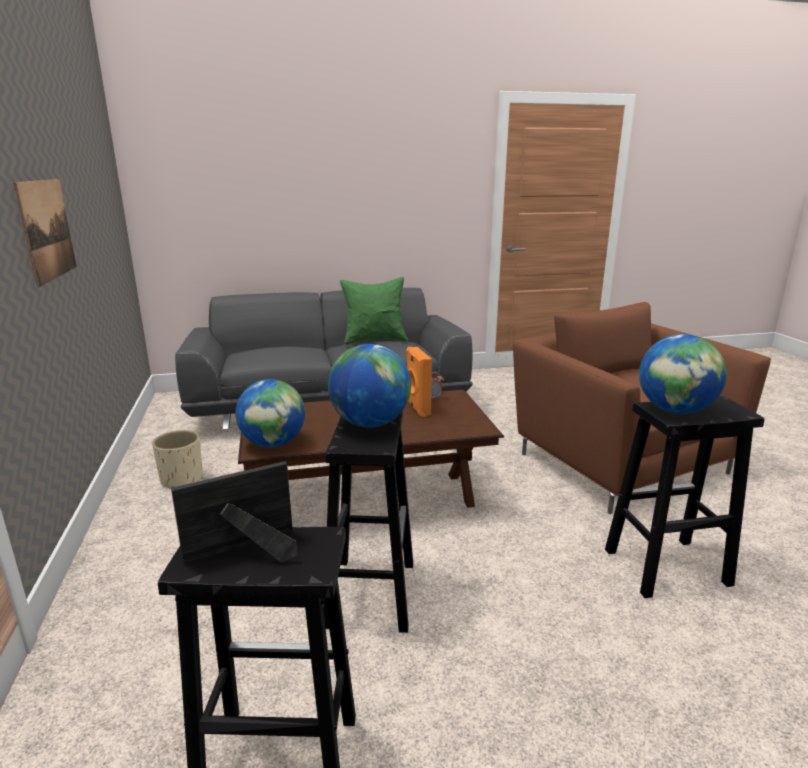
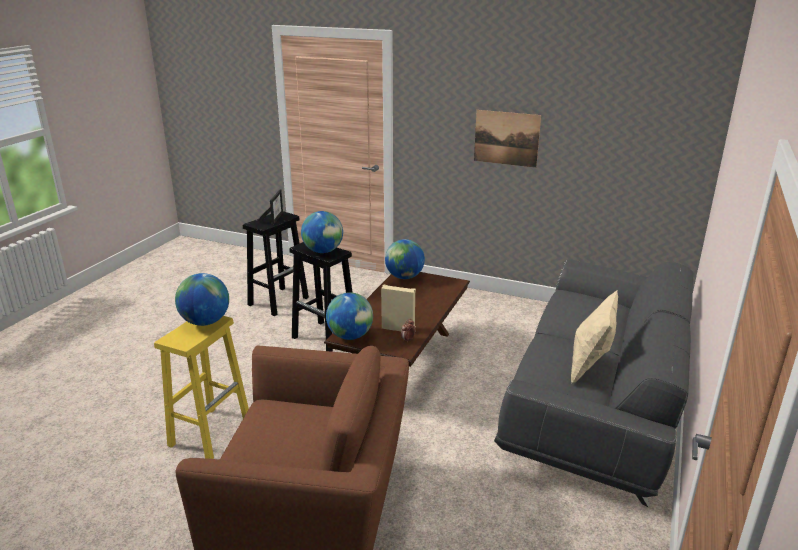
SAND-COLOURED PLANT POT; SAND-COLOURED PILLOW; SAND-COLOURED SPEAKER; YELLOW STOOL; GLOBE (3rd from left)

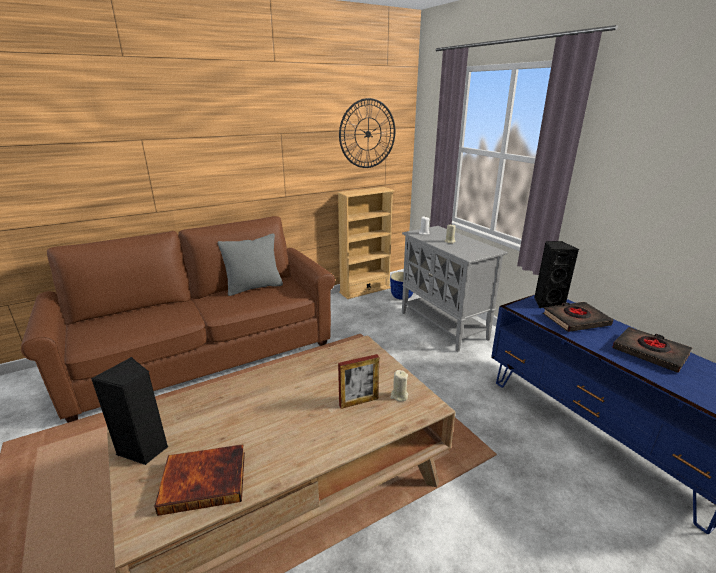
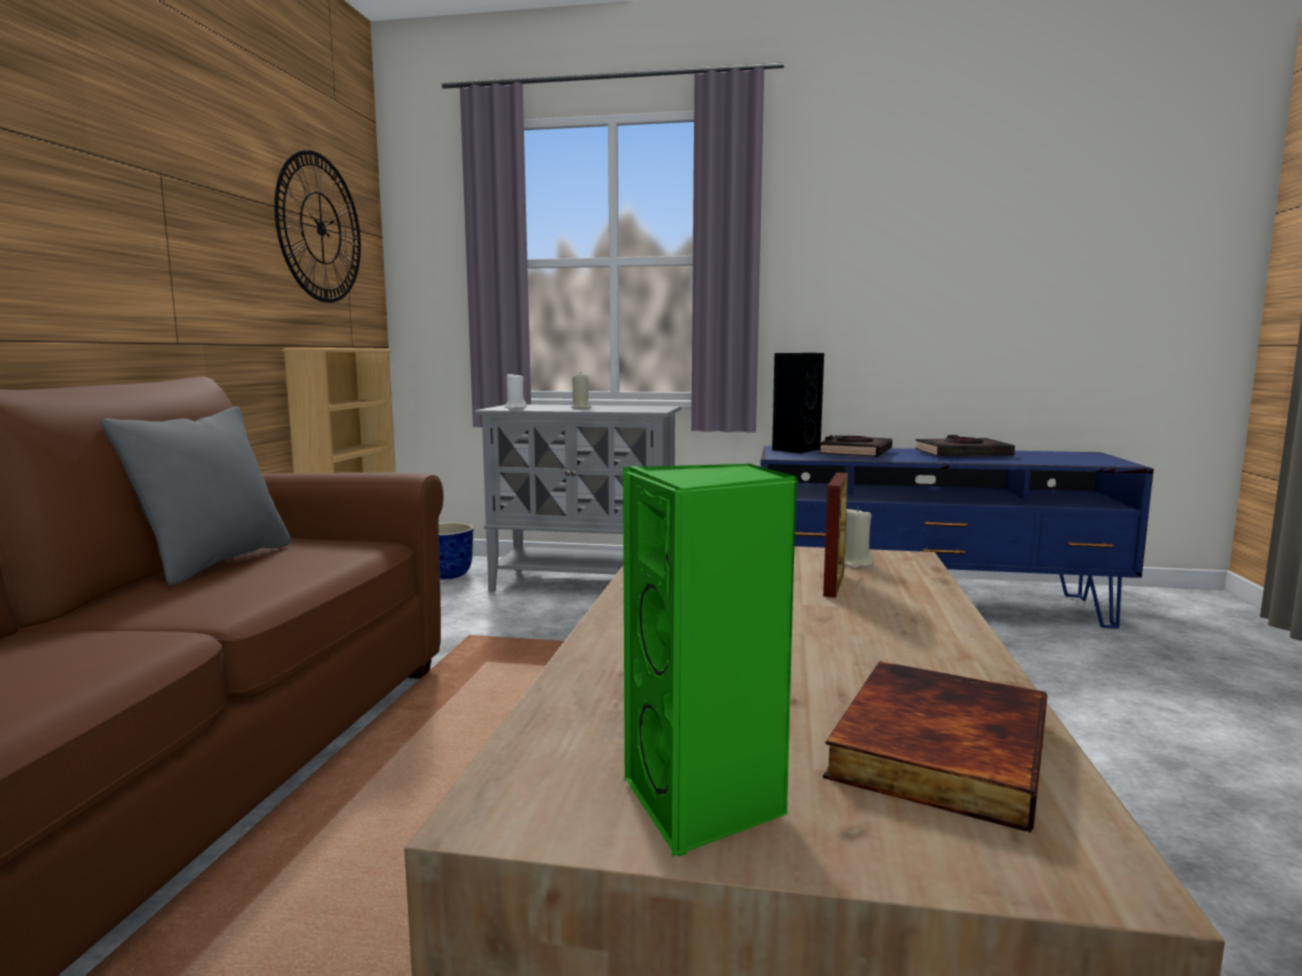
GREEN-COLOURED SPEAKER

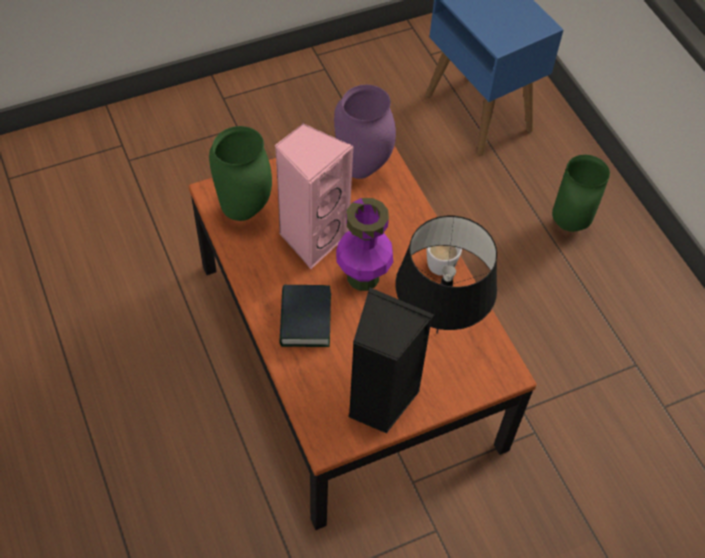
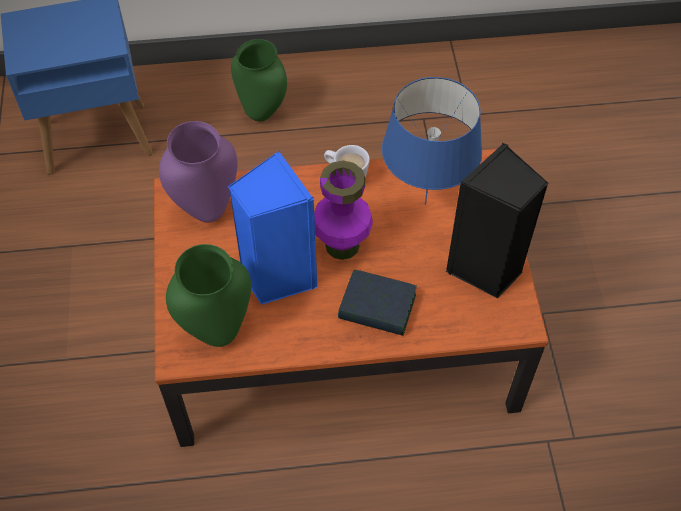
BLUE SPEAKER; BLUE TABLETOP LAMP

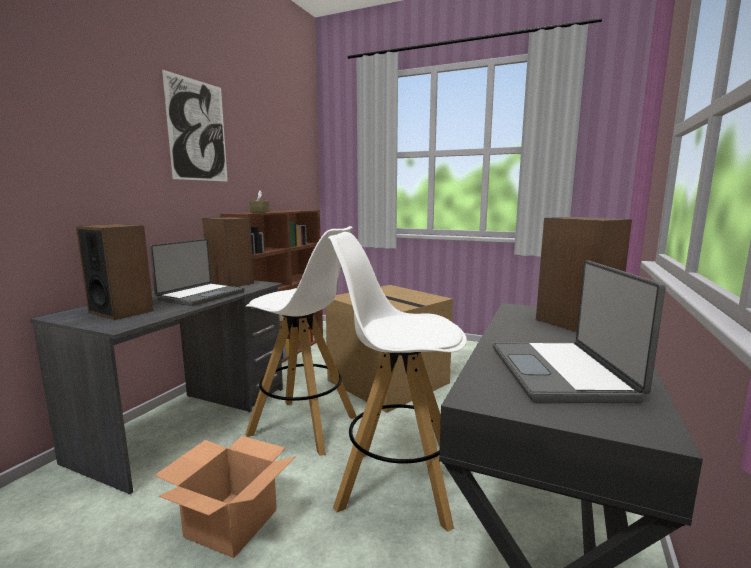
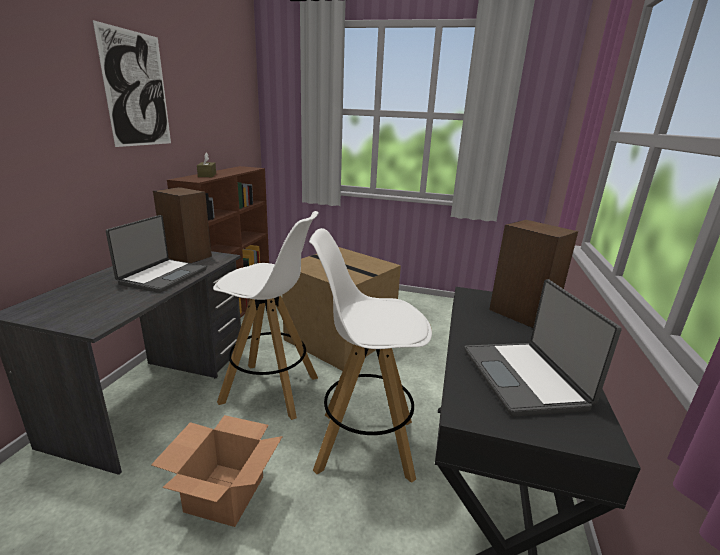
SPEAKER (1st from left in the first image)

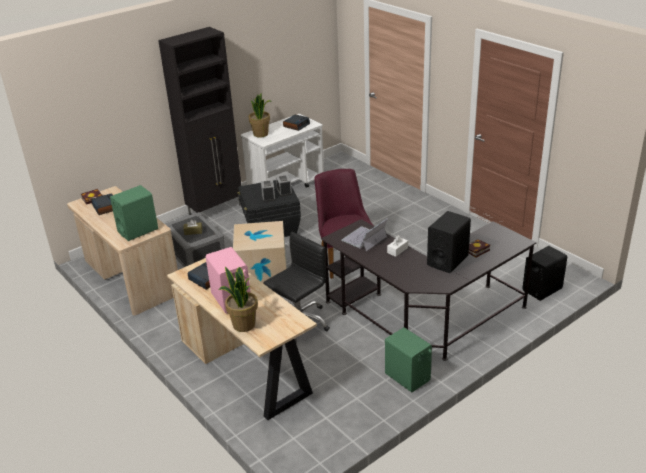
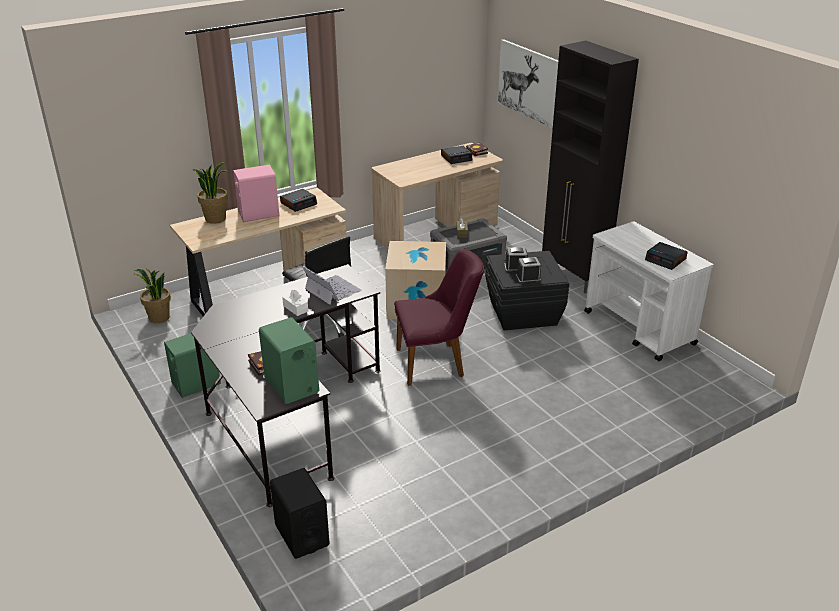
GREEN-COLOURED SPEAKER (2nd from left); HOUSEPLANT (1st from left); BLACK-COLOURED SPEAKER (1st from left in the first image); WALL ART

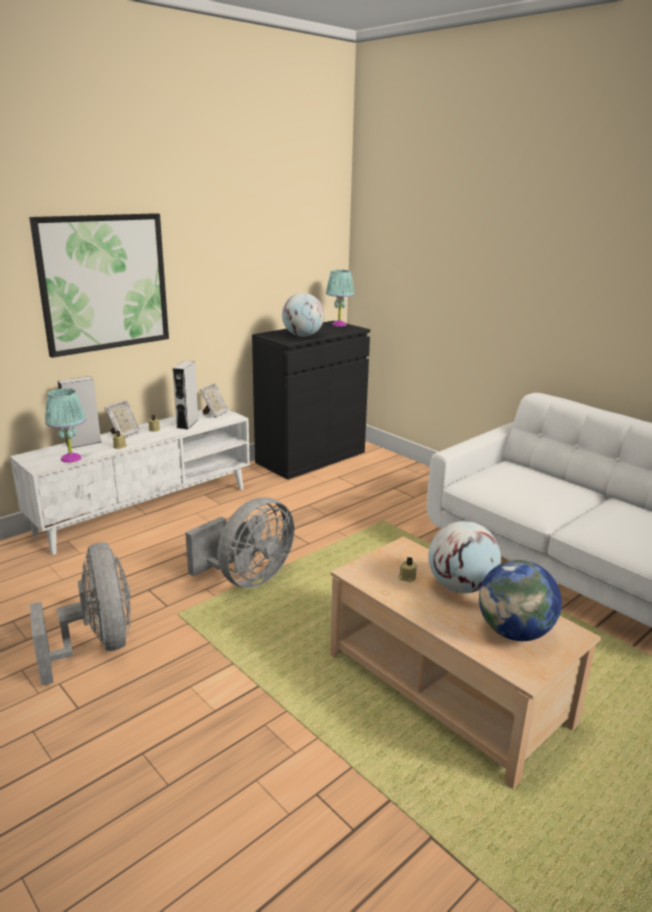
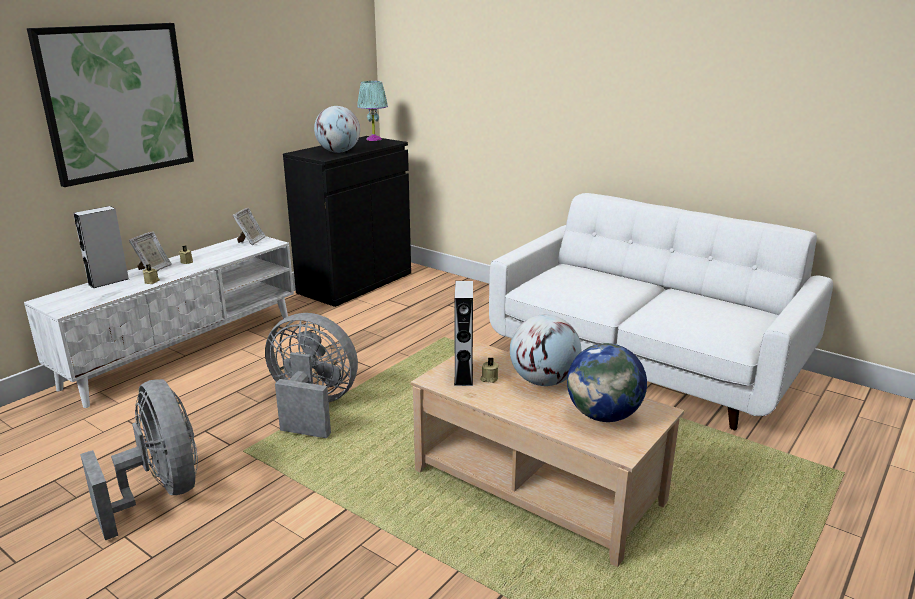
BLUE-GREEN TABLETOP LAMP (1st from left in the first image); GRAY SPEAKER (2nd from left); GRAY ELECTRIC FAN (2nd from left)

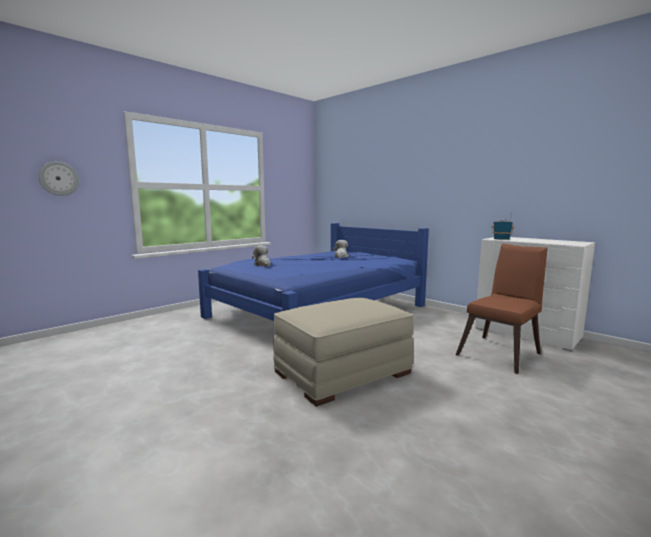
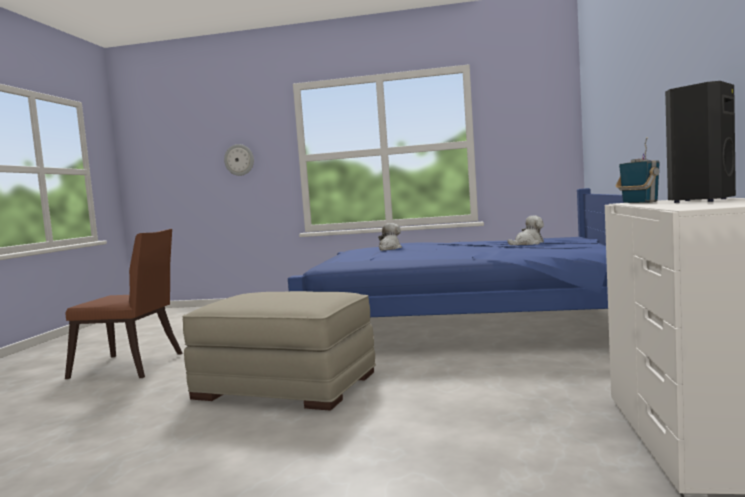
BROWNISH UPRIGHT CHAIR; BLACK-COLOURED SPEAKER

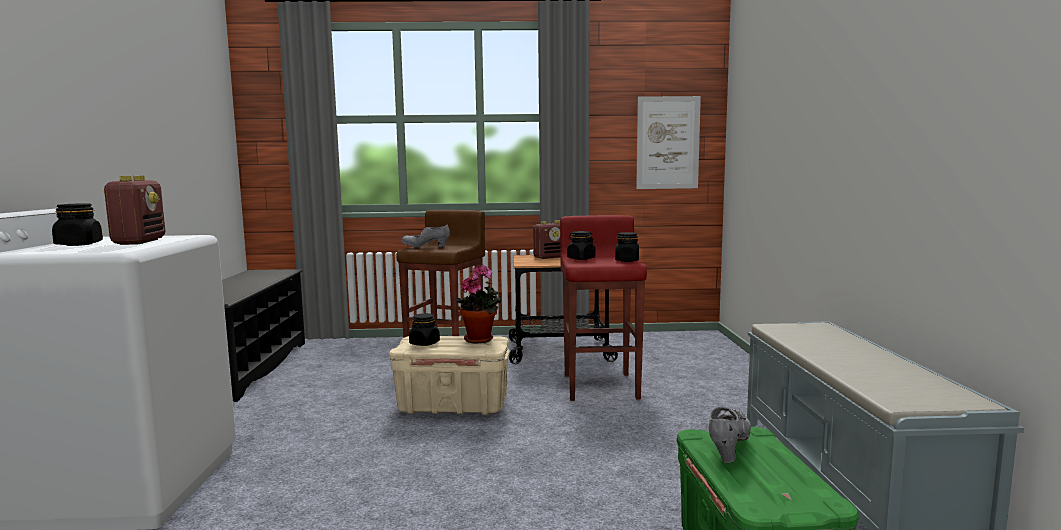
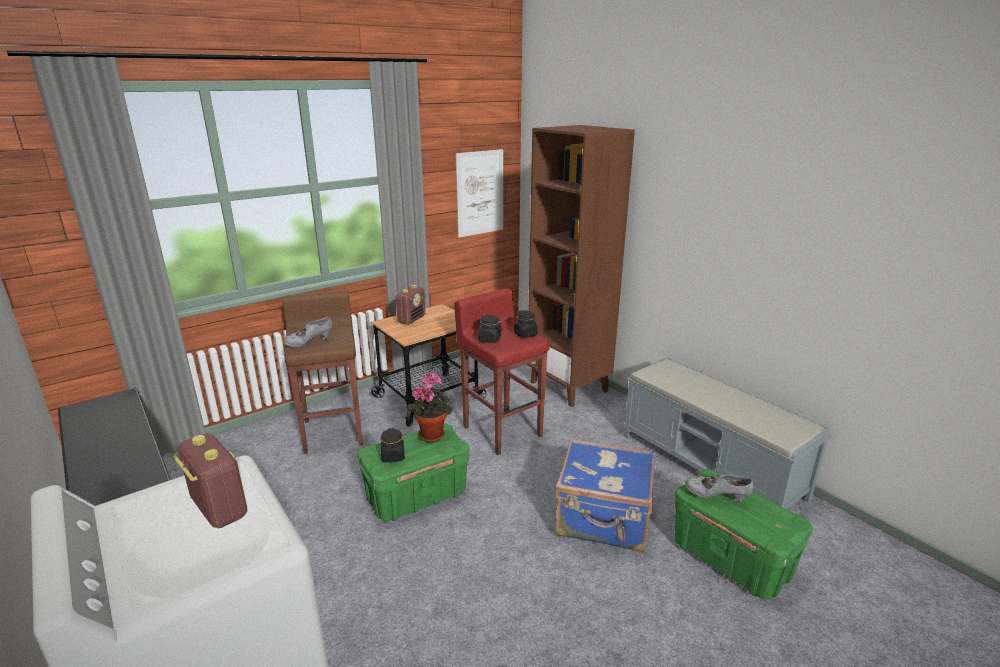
BLACK-COLOURED PRESERVE JAR (1st from left in the first image); GREEN-COLOURED STORAGE CONTAINER (1st from left); GRAY SHOE (2nd from left); BROWNISH BOOKCASE; BLUE SUITCASE

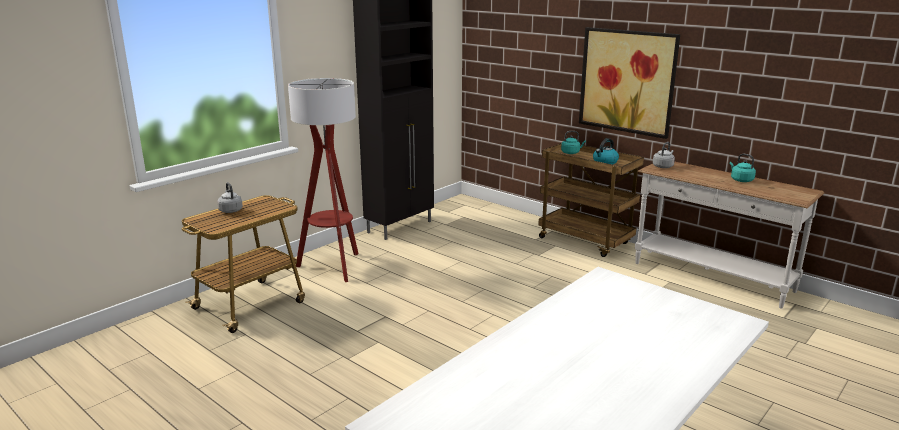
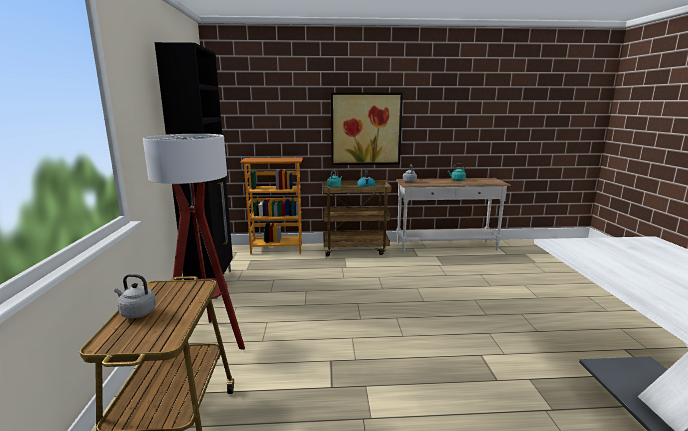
BOOKCASE

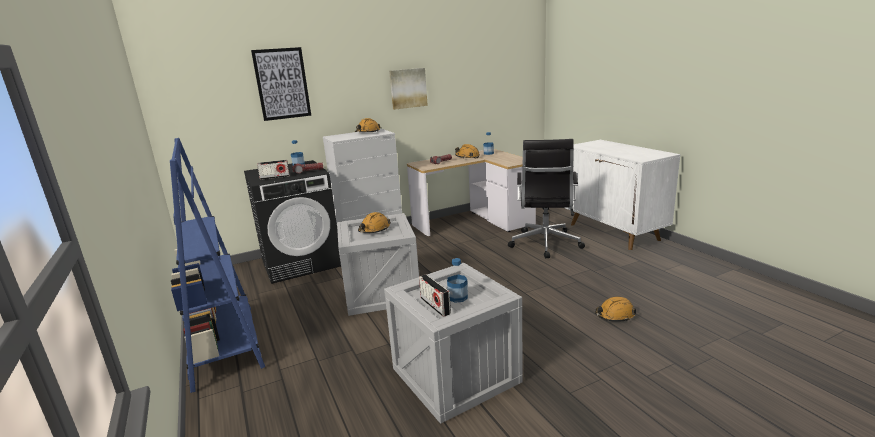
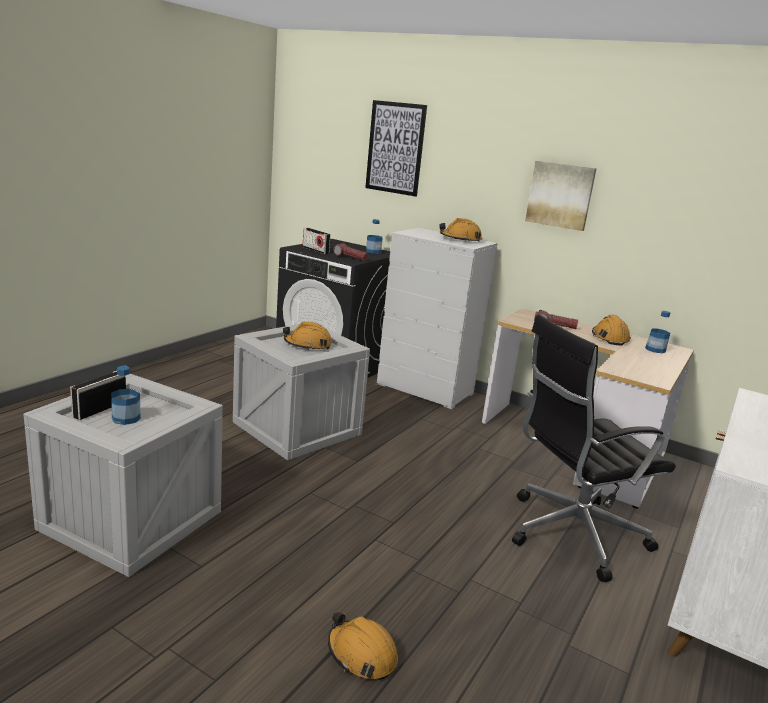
BLUE BOOKCASE

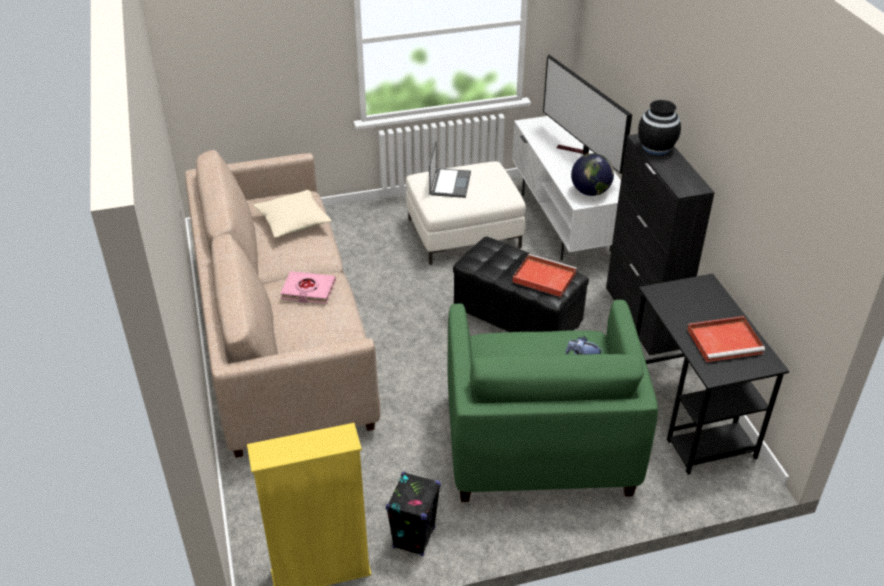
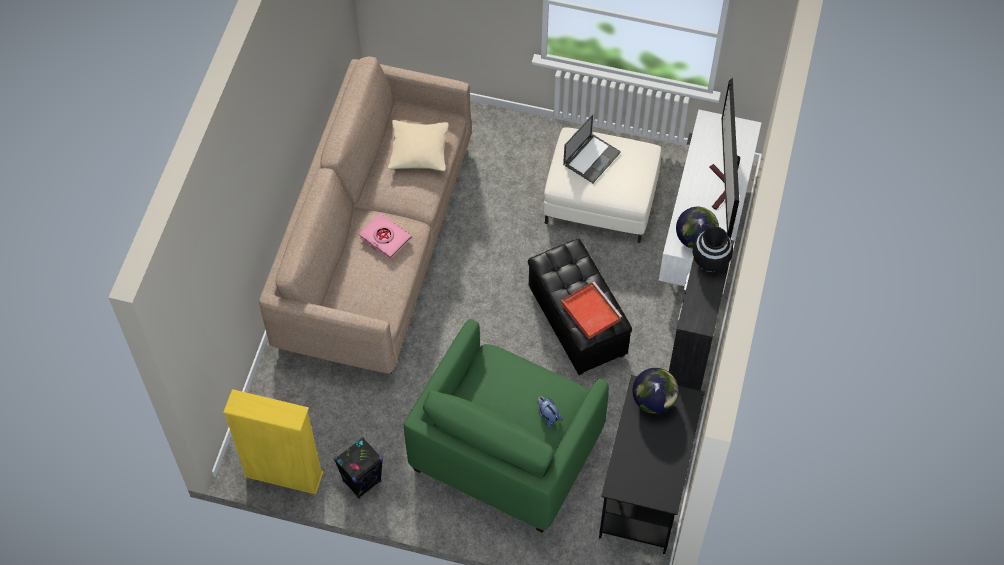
RED TRAY (2nd from left in the first image); GLOBE (1st from left)

